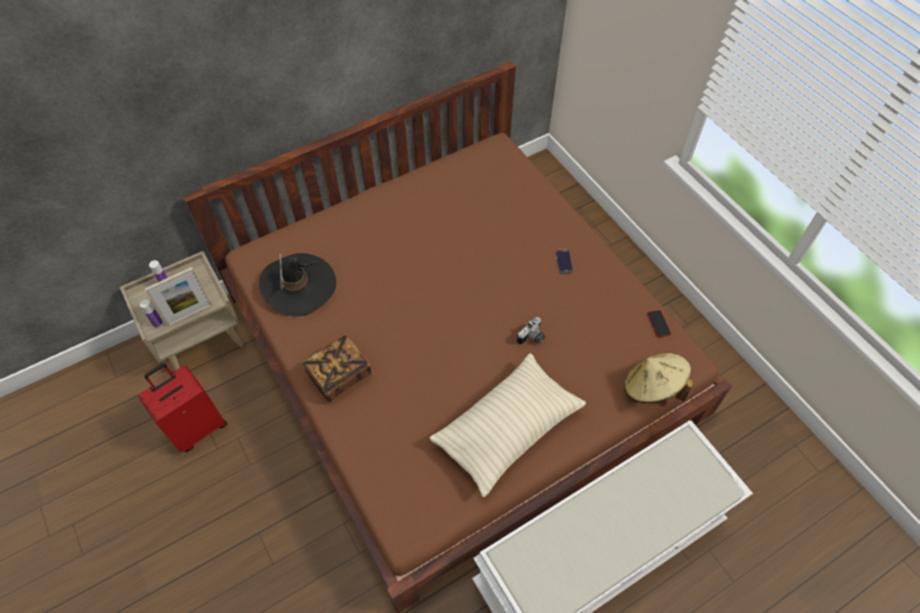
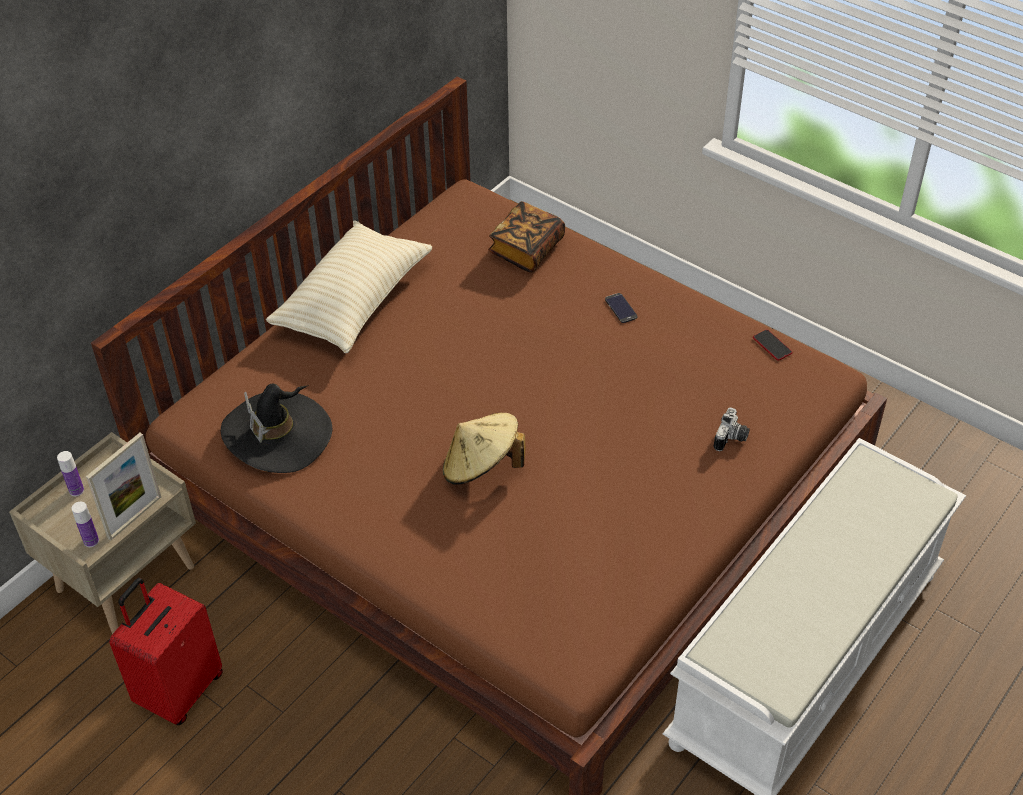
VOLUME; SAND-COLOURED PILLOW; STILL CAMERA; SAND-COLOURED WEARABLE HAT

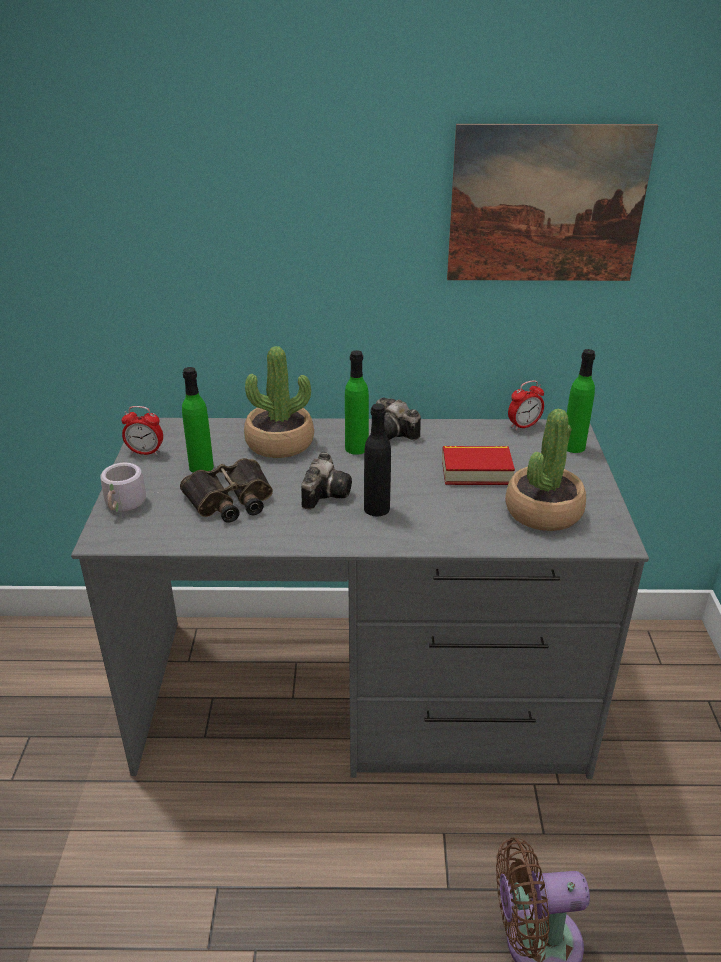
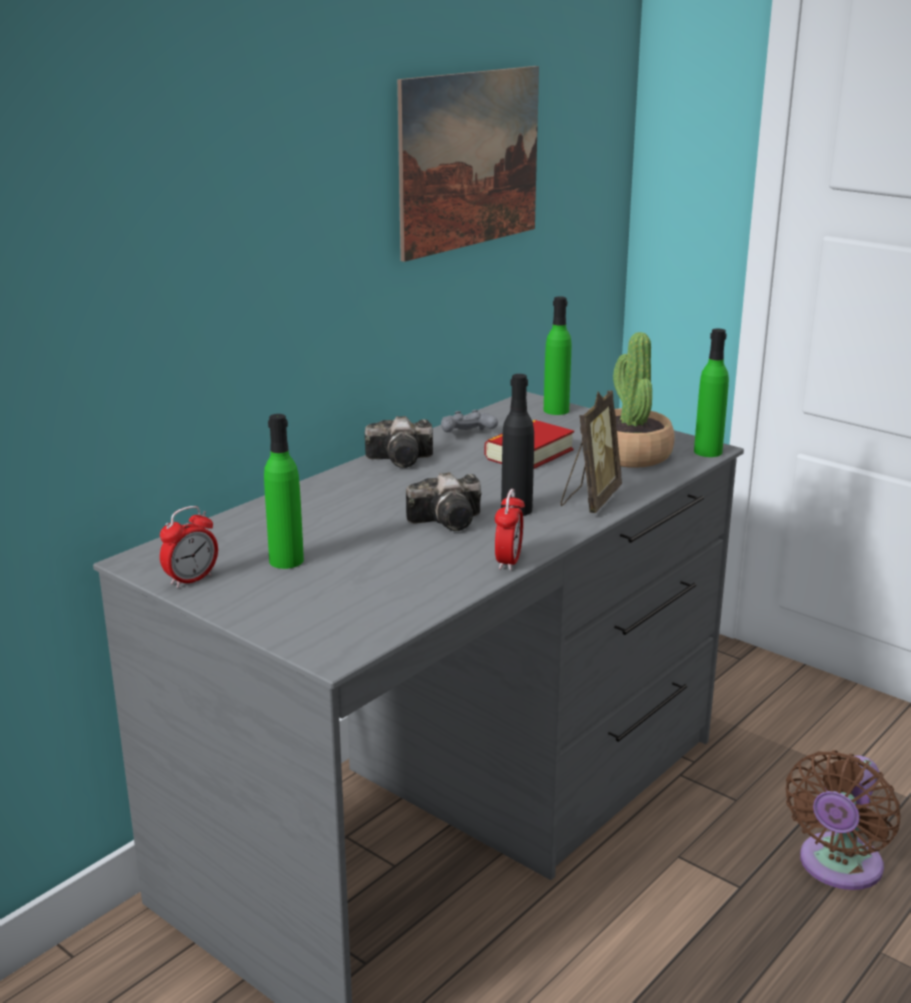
GRAY COFFEE MUG; FIELD GLASSES; HOUSEPLANT (1st from left in the first image); STILL CAMERA (2nd from left); GREEN-COLOURED BEVERAGE BOTTLE (3rd from left); ALARM CLOCK (2nd from left); GRAY GAMEPAD; STANDING FRAME

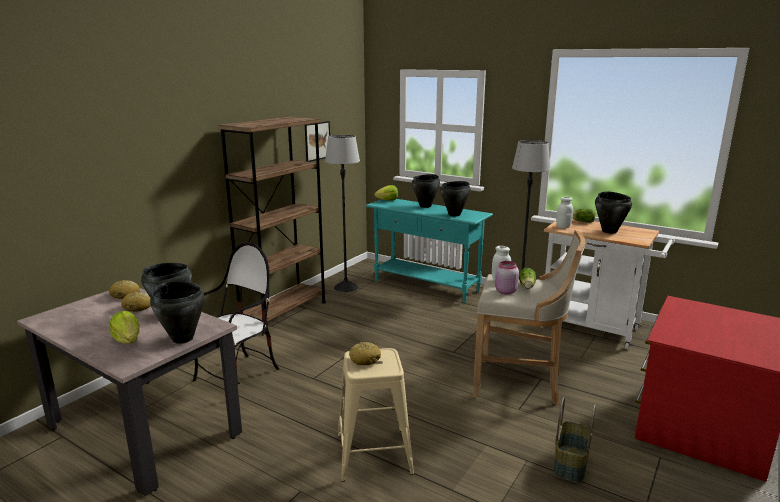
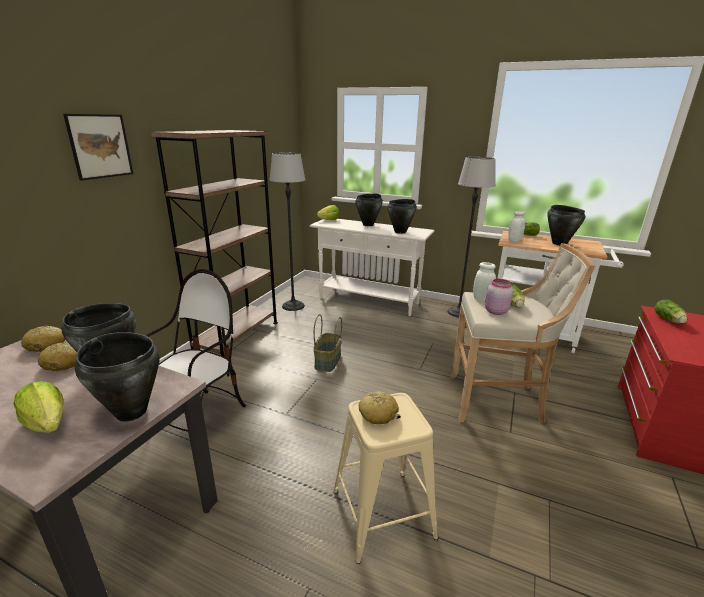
WALL ART; WHITE-COLOURED CONSOLE TABLE; BASKET; LETTUCE (5th from left)

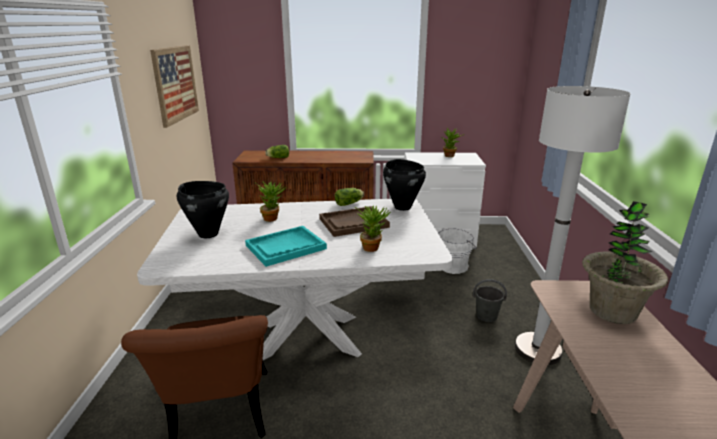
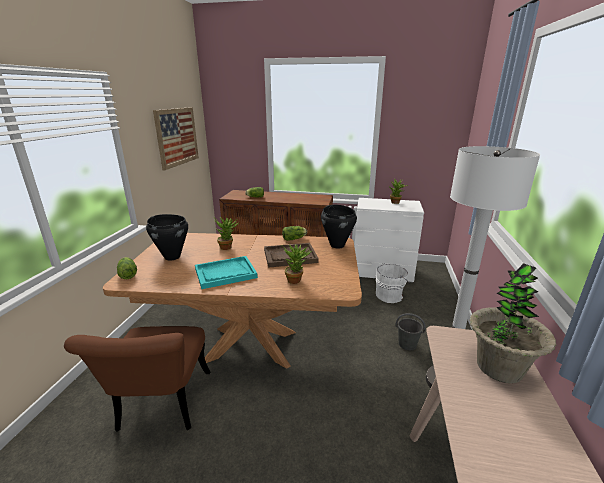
BROWNISH KITCHEN TABLE; LETTUCE (1st from left)

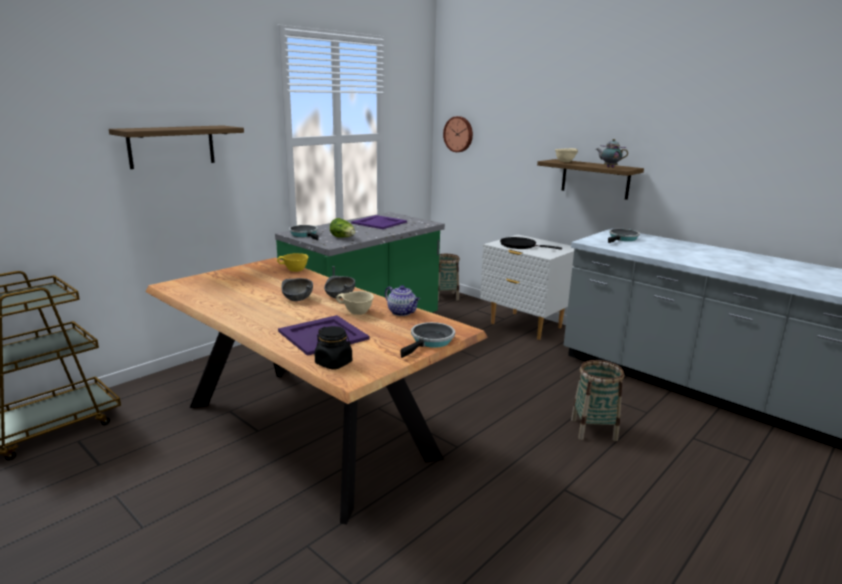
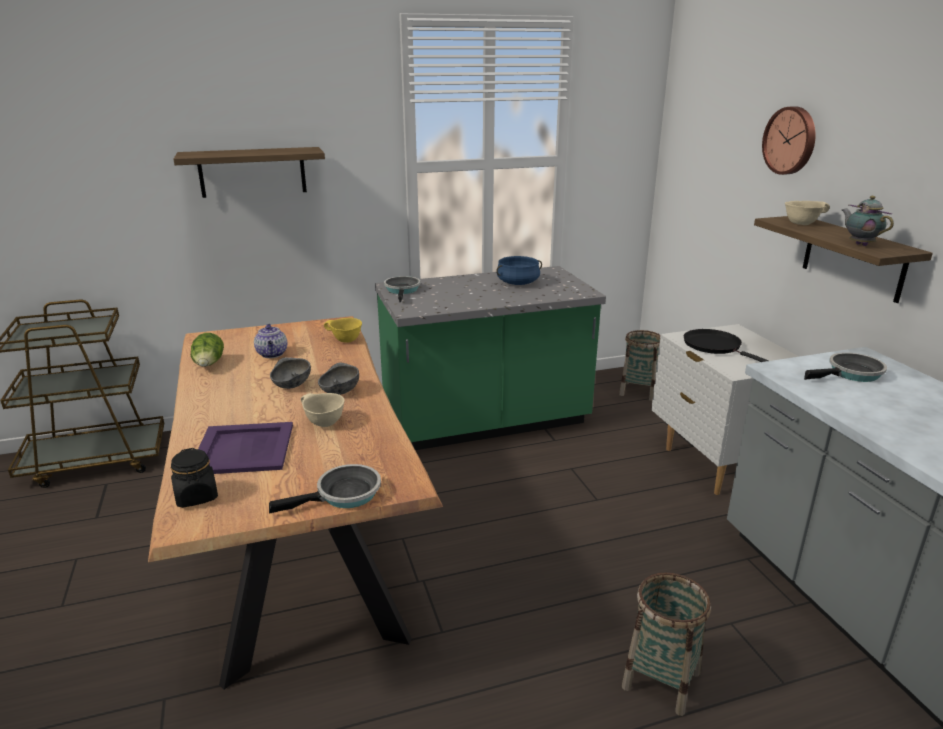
LETTUCE; BLUE SAUCEPOT; TEA POT (1st from left); CLOCK ON THE WALL

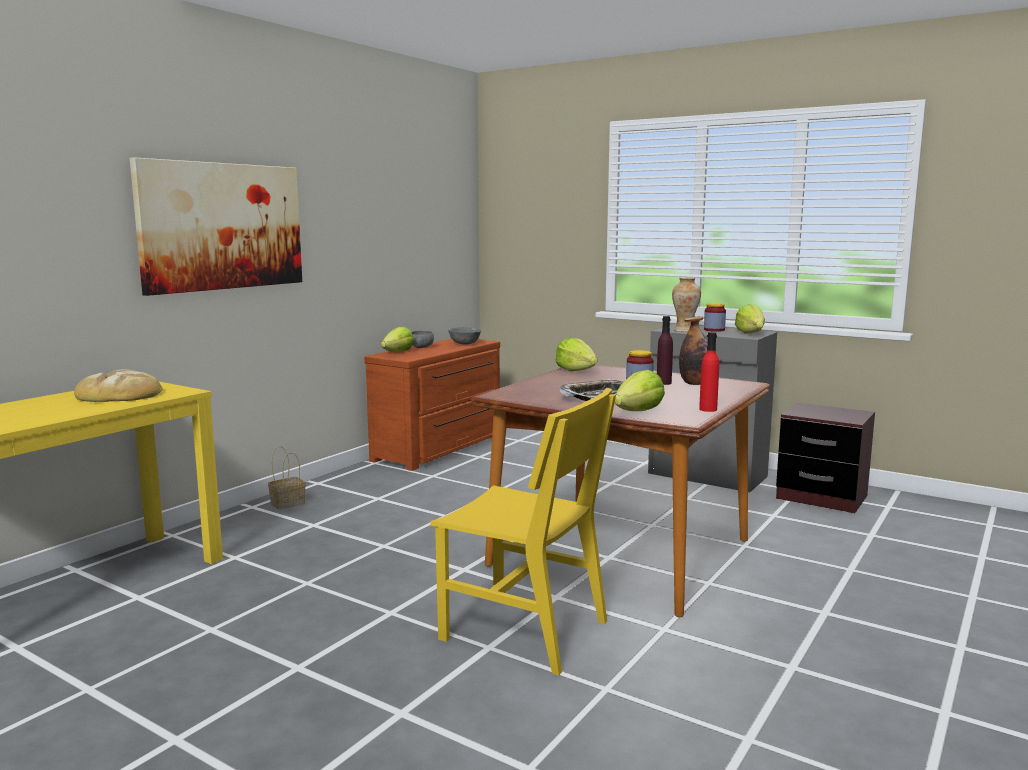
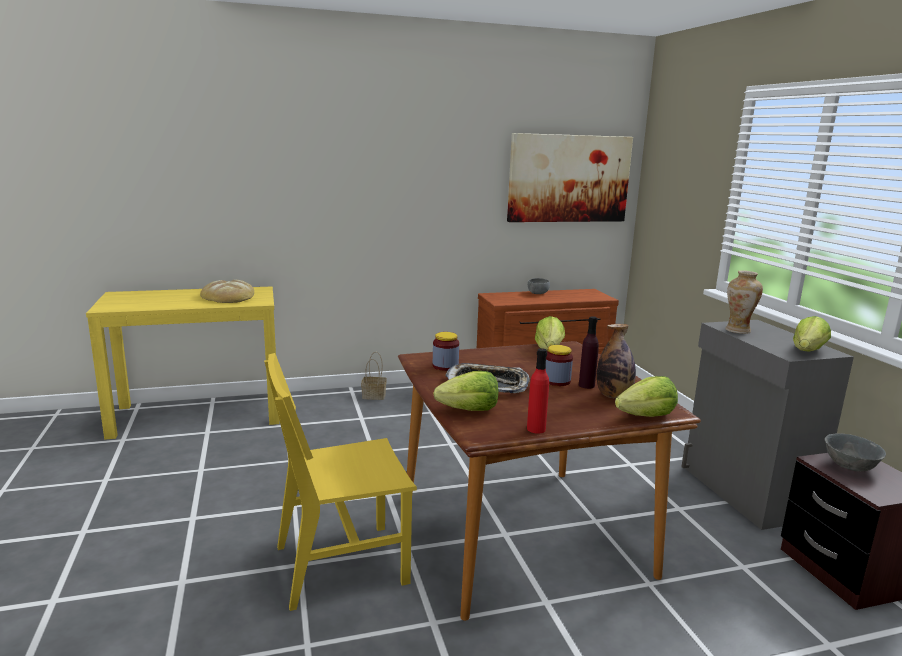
WALL ART; LETTUCE (3rd from left); YELLOW UPRIGHT CHAIR; GRAY BOWL (2nd from left); PRESERVE JAR (1st from left)

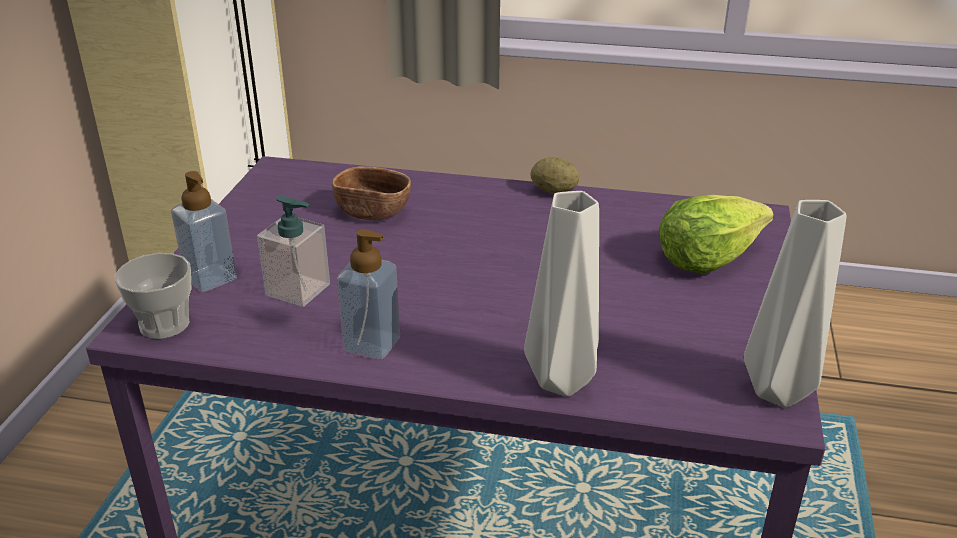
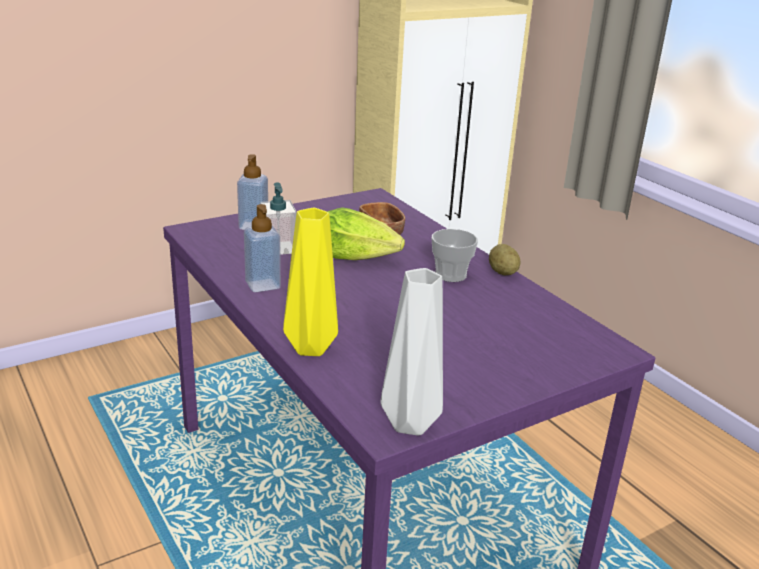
SMALL CUP; YELLOW DECORATIVE VASE; LETTUCE

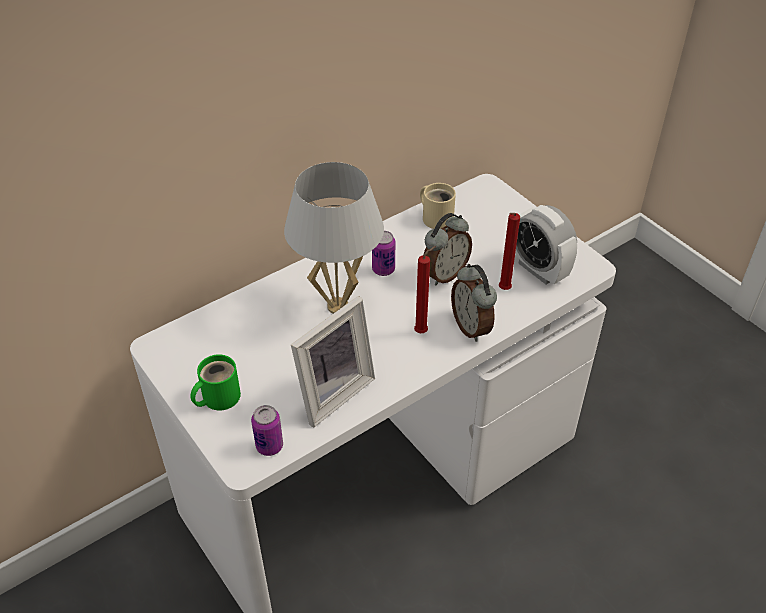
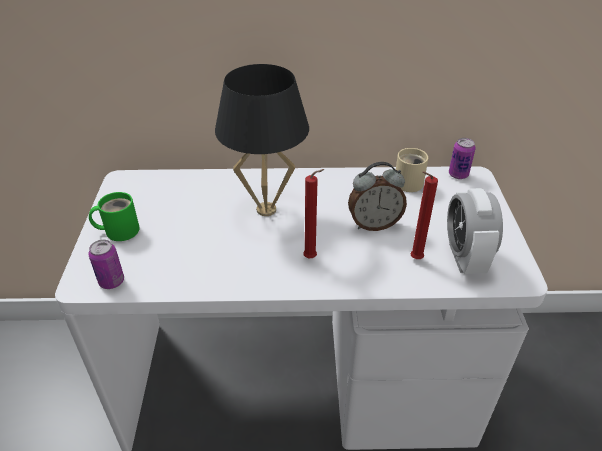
BLACK-COLOURED TABLETOP LAMP; STANDING FRAME; METAL CAN (2nd from left); ALARM CLOCK (2nd from left in the first image)

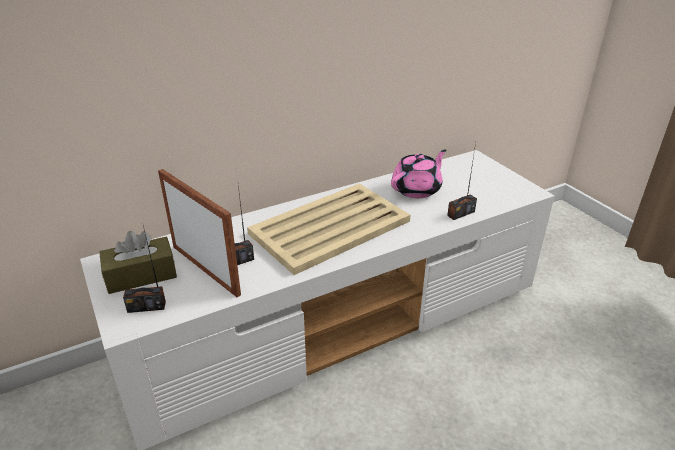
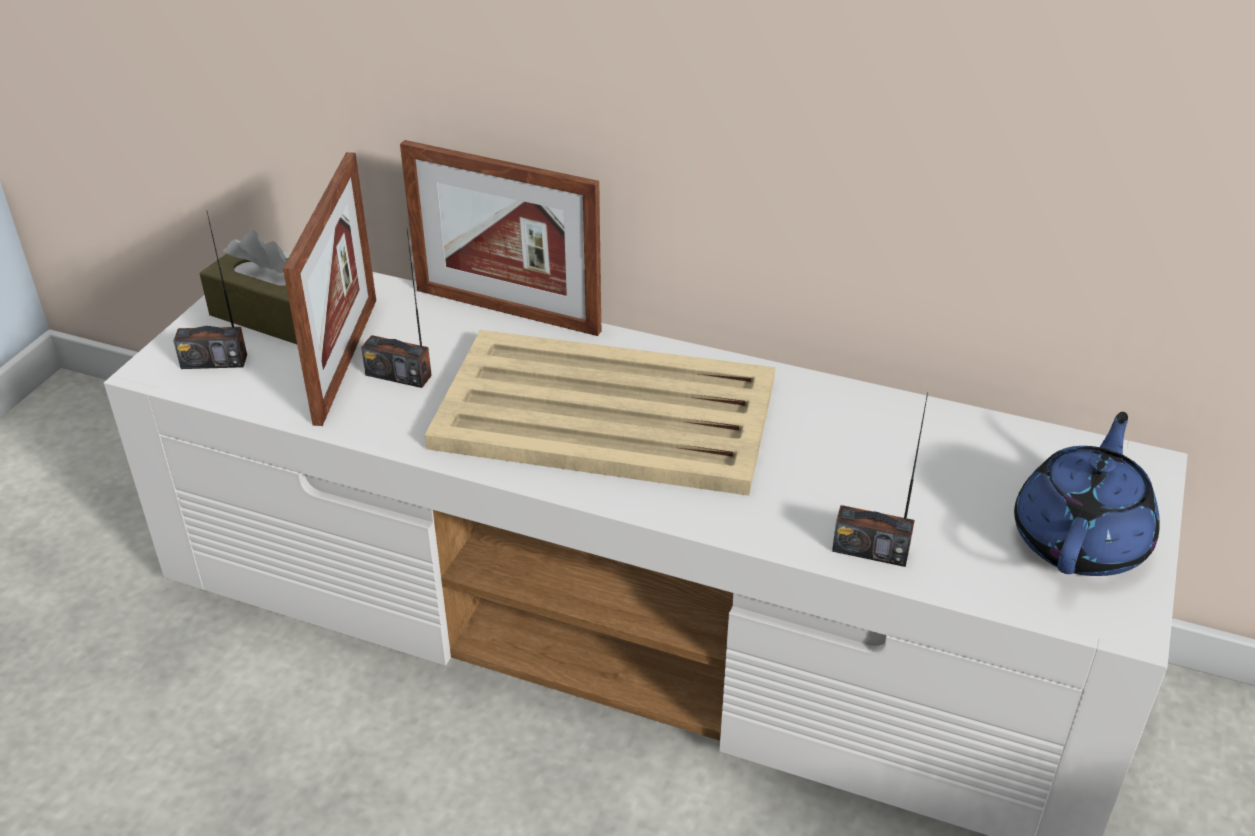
RADIO SET (1st from left); PINK TEA POT; STANDING FRAME (2nd from left); BLUE TEA POT

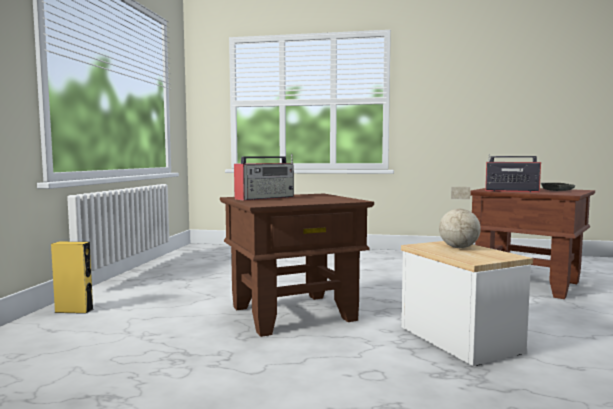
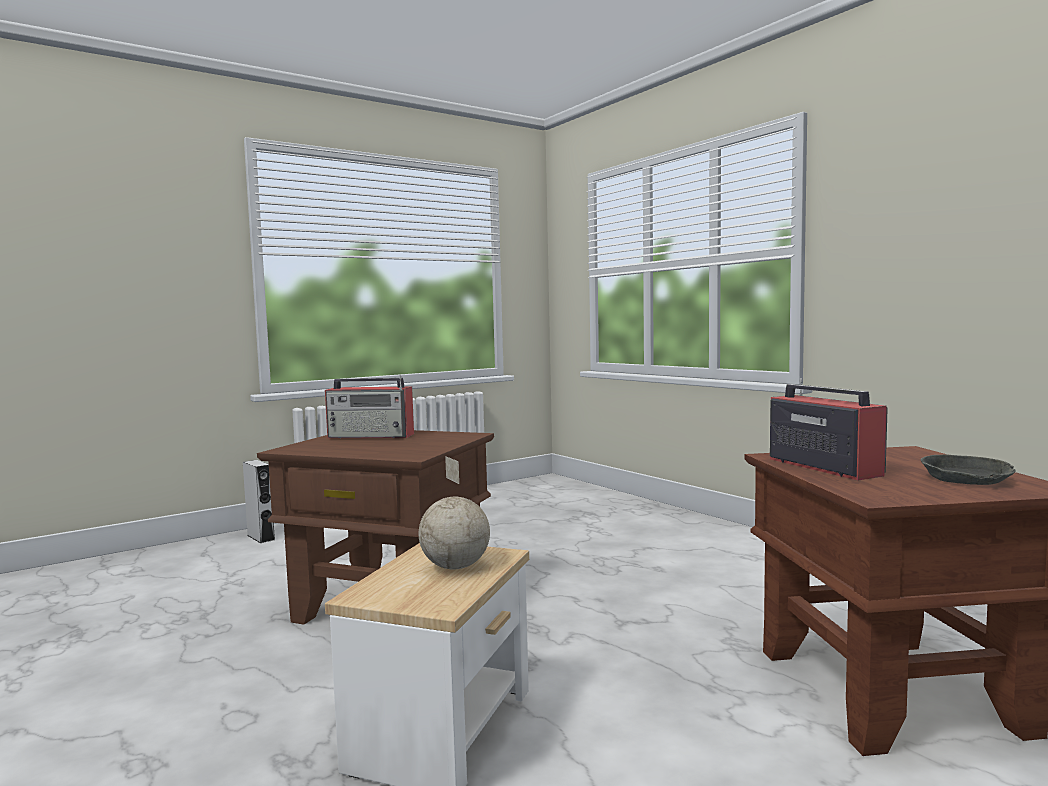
GRAY SPEAKER

